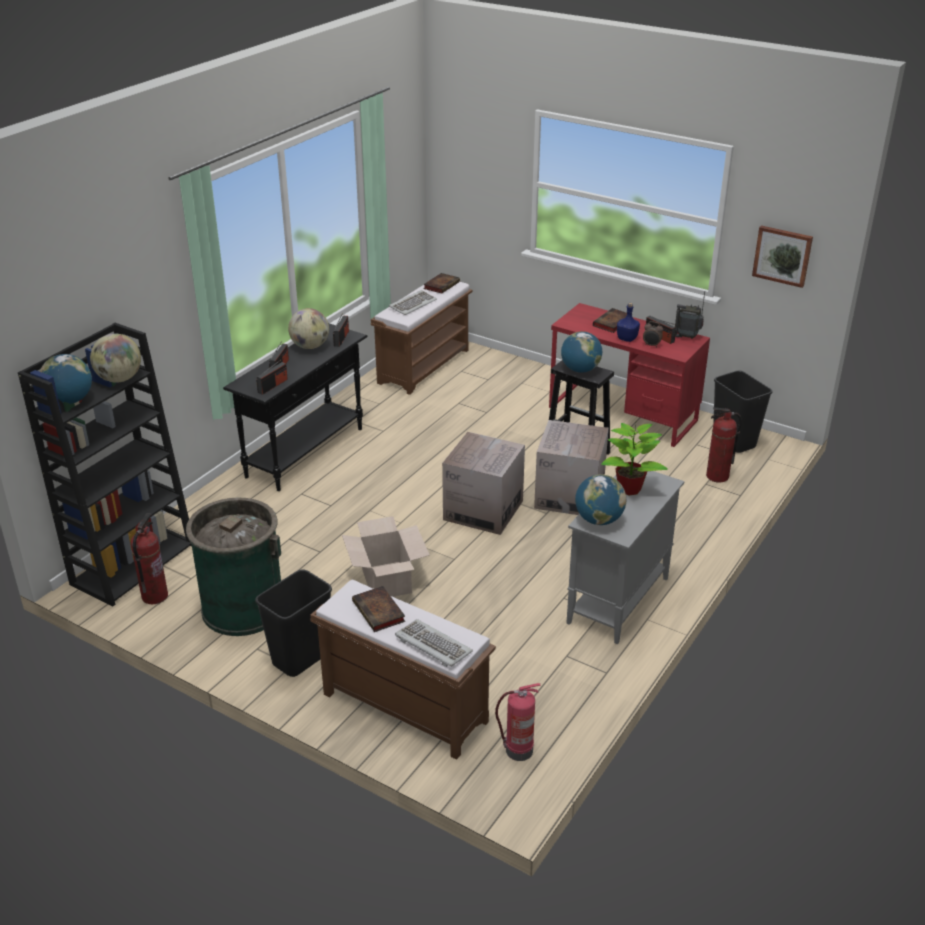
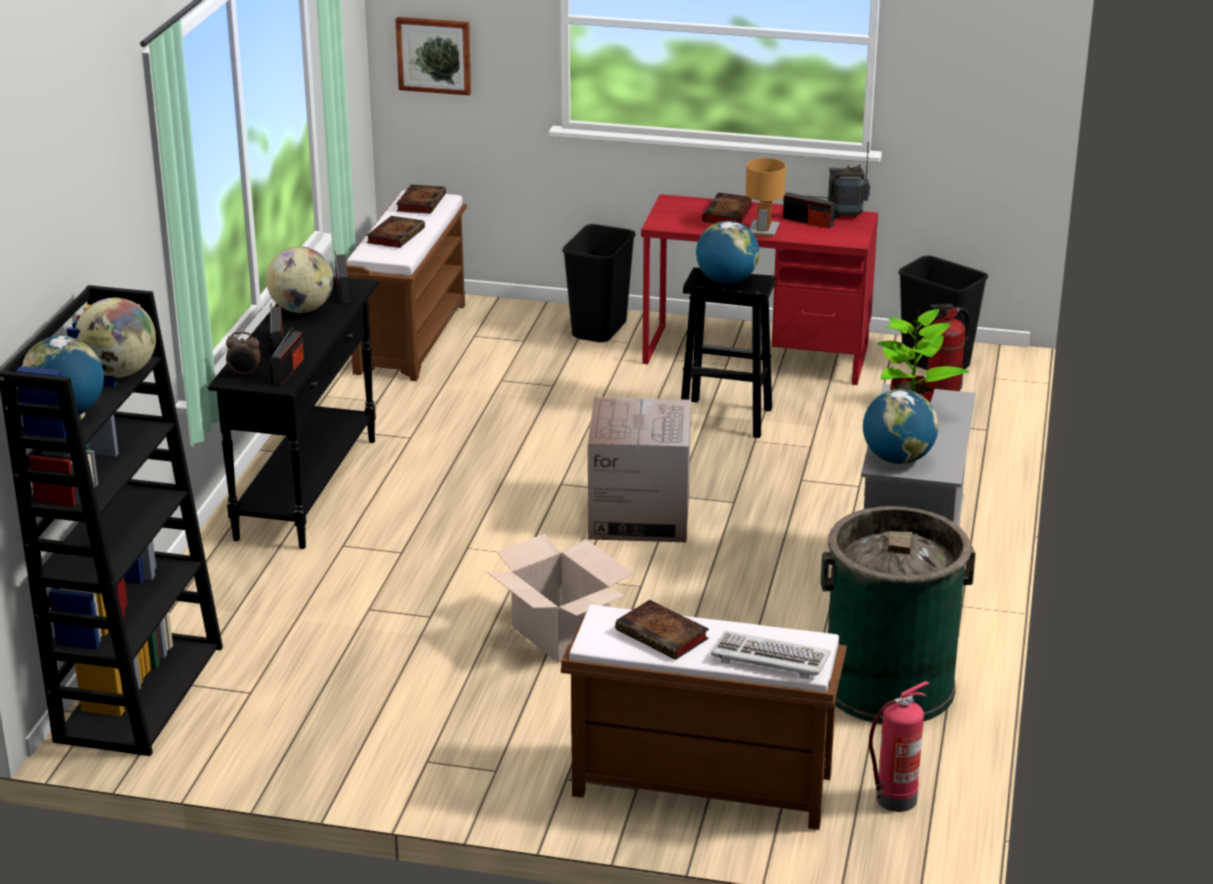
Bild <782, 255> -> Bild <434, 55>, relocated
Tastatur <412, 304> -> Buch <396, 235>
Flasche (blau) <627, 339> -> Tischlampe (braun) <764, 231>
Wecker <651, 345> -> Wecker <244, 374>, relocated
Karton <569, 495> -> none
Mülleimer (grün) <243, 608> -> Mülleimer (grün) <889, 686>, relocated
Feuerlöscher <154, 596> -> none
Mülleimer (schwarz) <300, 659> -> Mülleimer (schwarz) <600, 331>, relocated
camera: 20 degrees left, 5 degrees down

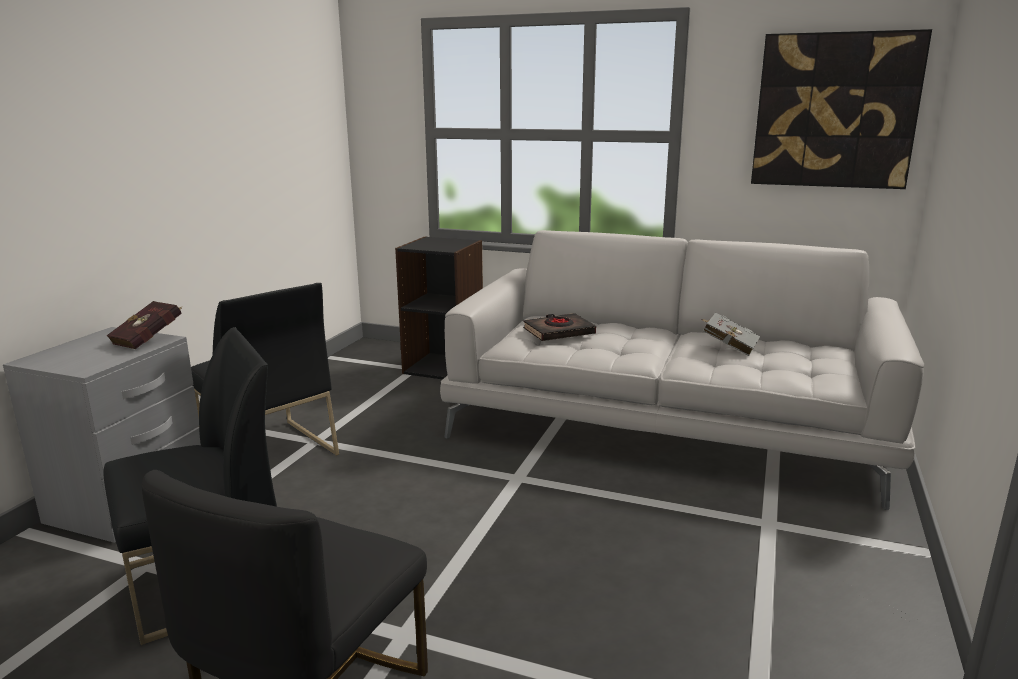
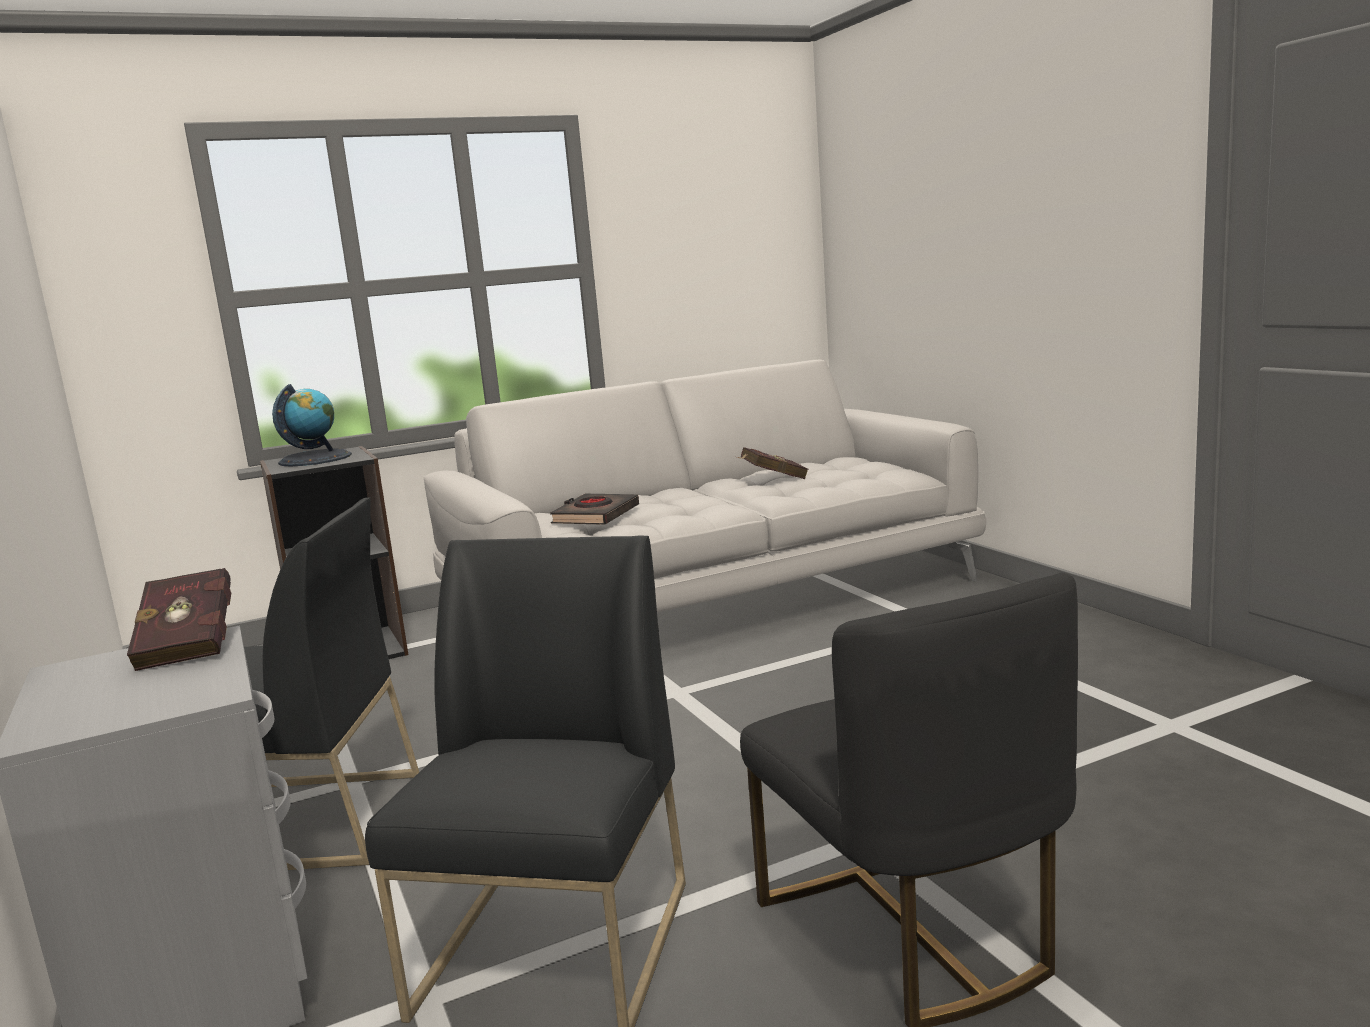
Bild <835, 111> -> none
Buch (grau) <727, 347> -> Buch (rot) <772, 479>
none -> Globus <315, 459>
camera: 45 degrees left, 5 degrees down

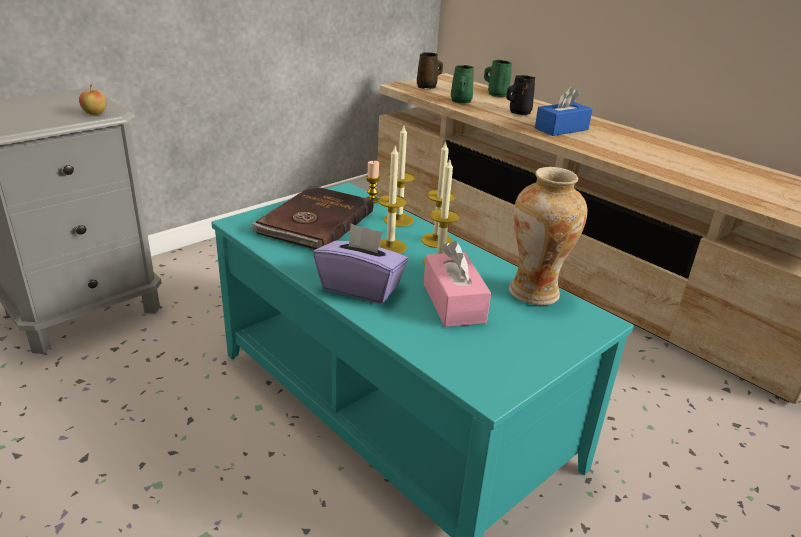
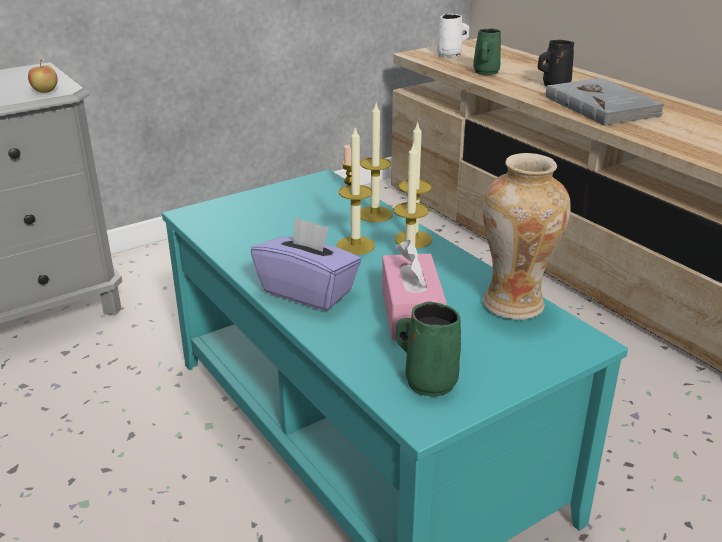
Henkelbecher (braun) <427, 86> -> Henkelbecher (weiß) <450, 55>
Henkelbecher (grün) <496, 94> -> Henkelbecher (grün) <428, 381>, relocated
Taschentuchbox (blau) <561, 129> -> Buch (grau) <602, 106>
Buch (braun) <314, 222> -> none
camera: 10 degrees right, 0 degrees up

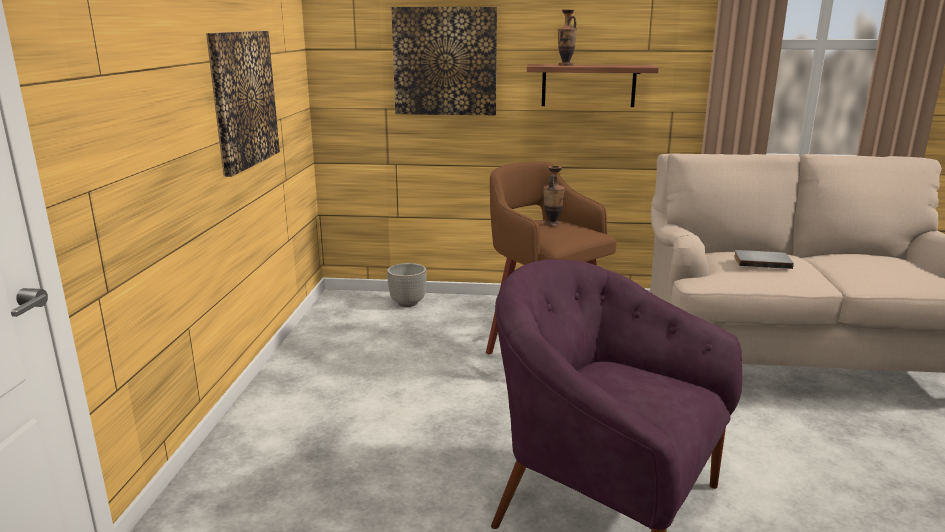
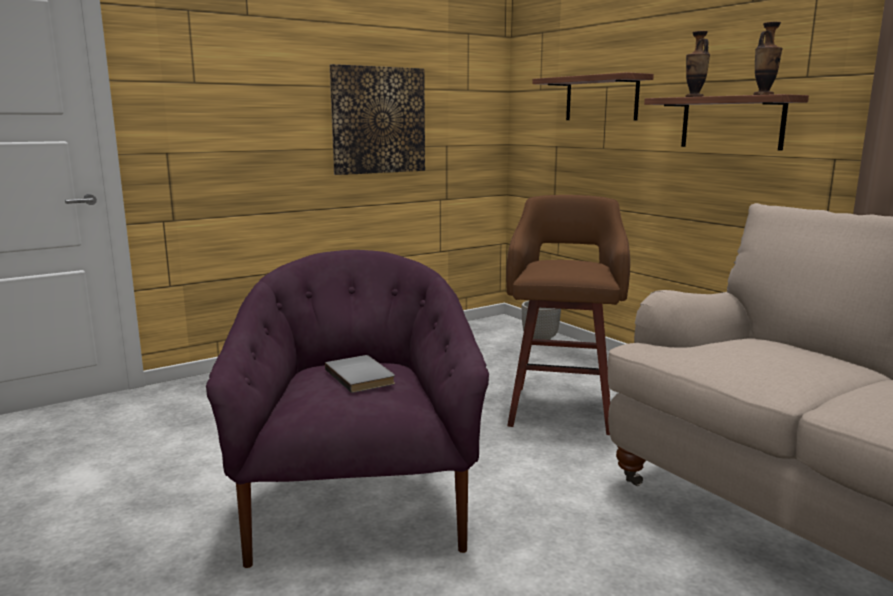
Bild <445, 61> -> Wandregal <601, 98>
Vase <552, 224> -> Vase <763, 95>, relocated
Buch (grau) <761, 261> -> Buch (grau) <362, 376>, relocated
camera: 50 degrees right, 5 degrees down

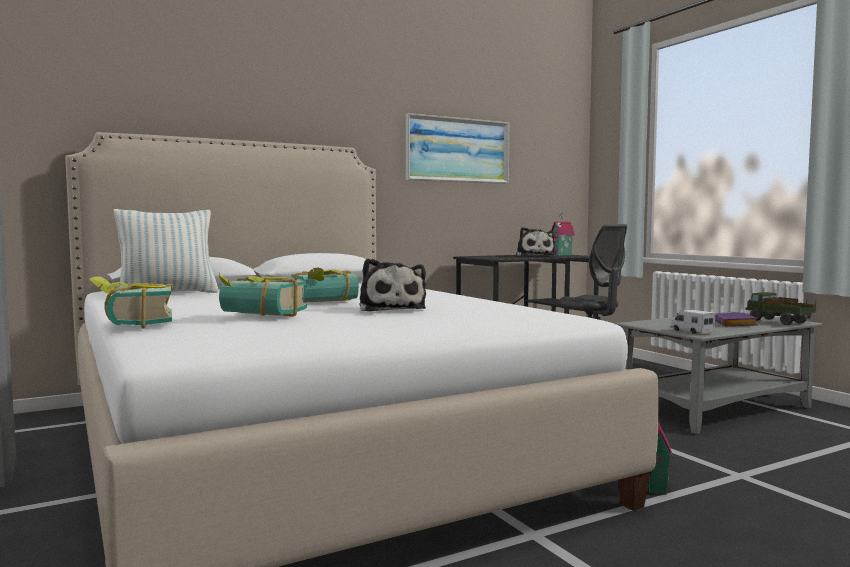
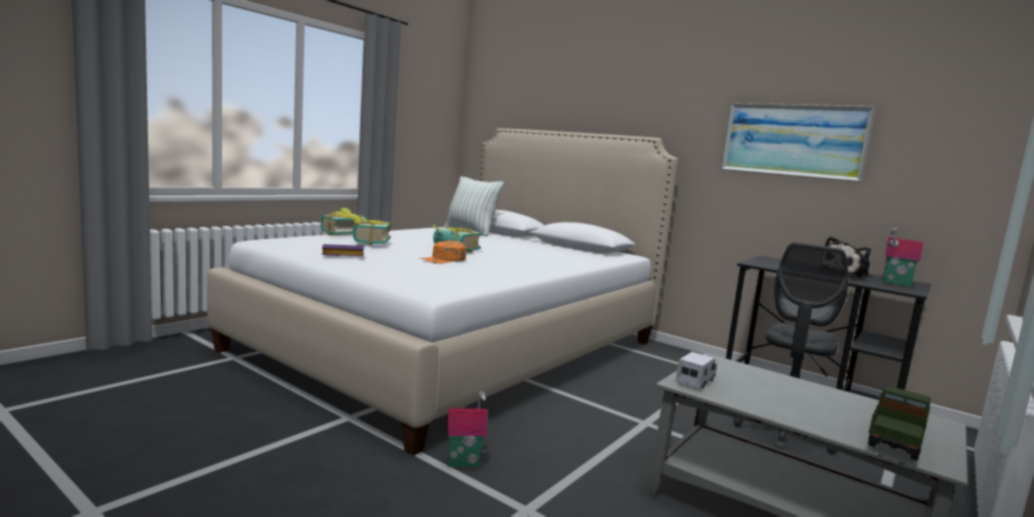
Plüschtier <391, 309> -> Kappe (orange) <443, 260>
Buch (lila) <736, 324> -> Buch (lila) <341, 255>, relocated
camera: 65 degrees right, 5 degrees up

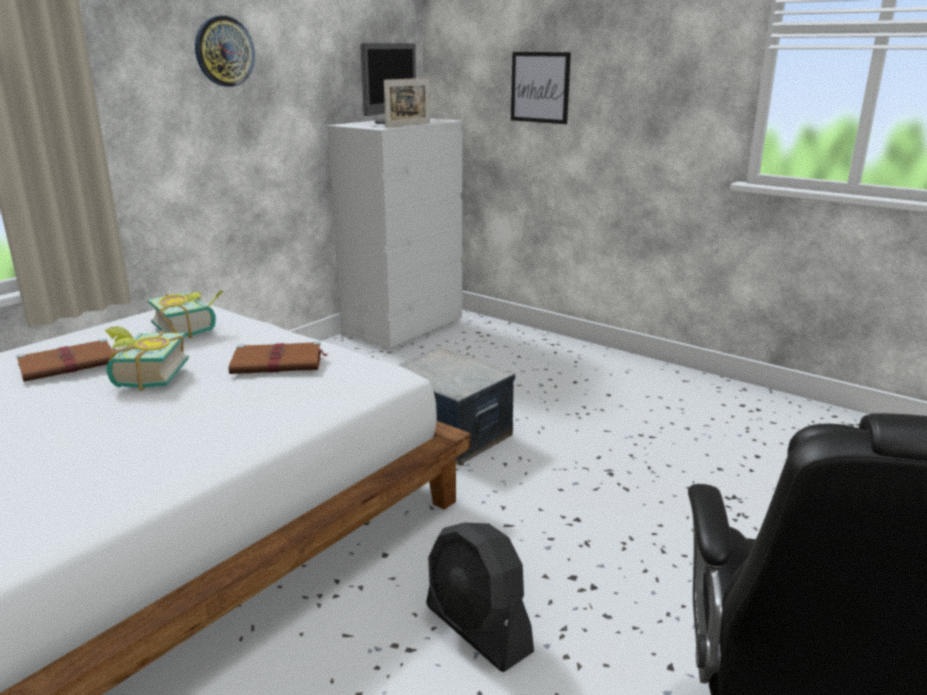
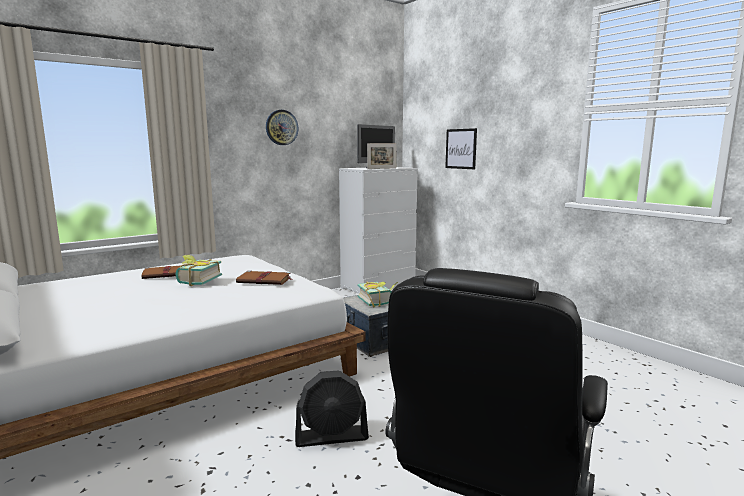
Buch <191, 328> -> Buch <378, 301>, relocated
Ventilator (schwarz) <477, 629> -> Ventilator (schwarz) <331, 436>, 75 degrees counterclockwise
camera: 15 degrees right, 10 degrees down

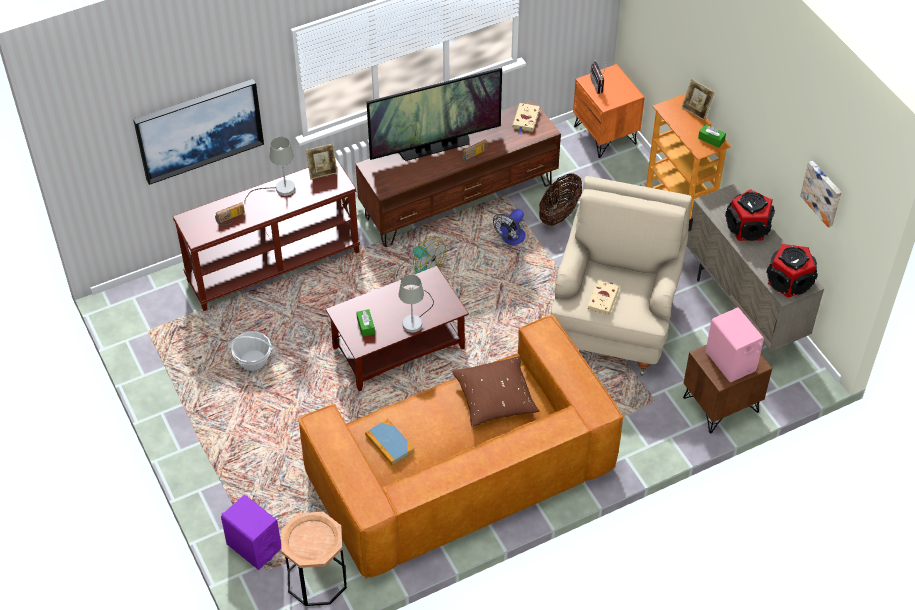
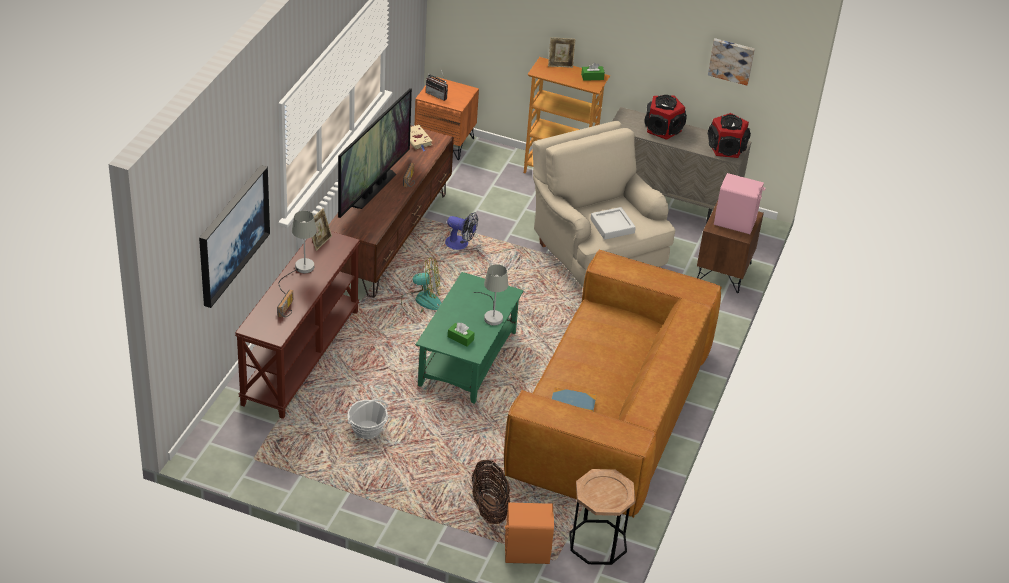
Korb <559, 213> -> Korb <489, 507>, relocated
Ventilator <511, 239> -> Ventilator <460, 244>, 60 degrees counterclockwise
Couchtisch (braun) <397, 348> -> Couchtisch (grün) <467, 359>
Buch (beige) <603, 298> -> Tablett (grau) <612, 226>
Kissen (braun) <495, 398> -> none
Lautsprecher (lila) <254, 546> -> Lautsprecher (orange) <526, 551>
camera: 45 degrees left, 10 degrees down

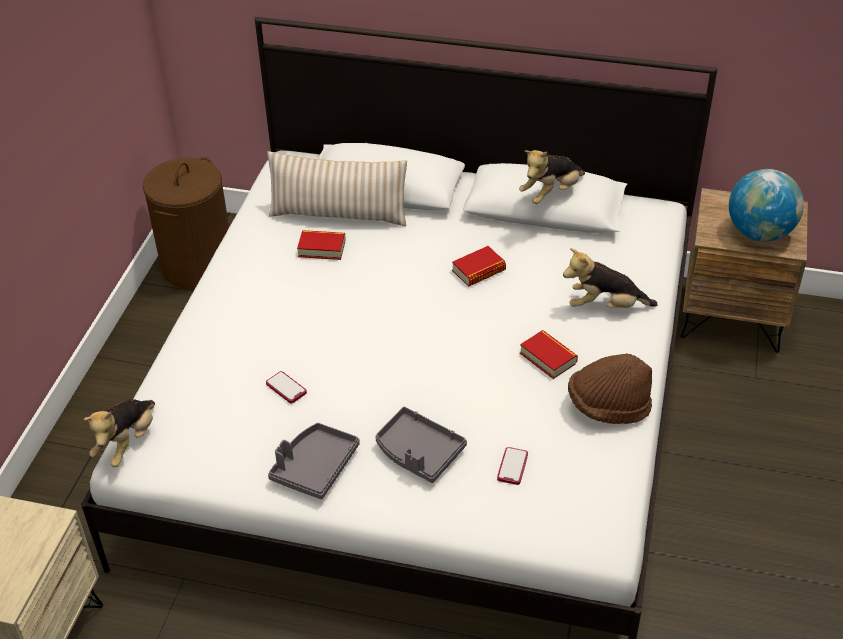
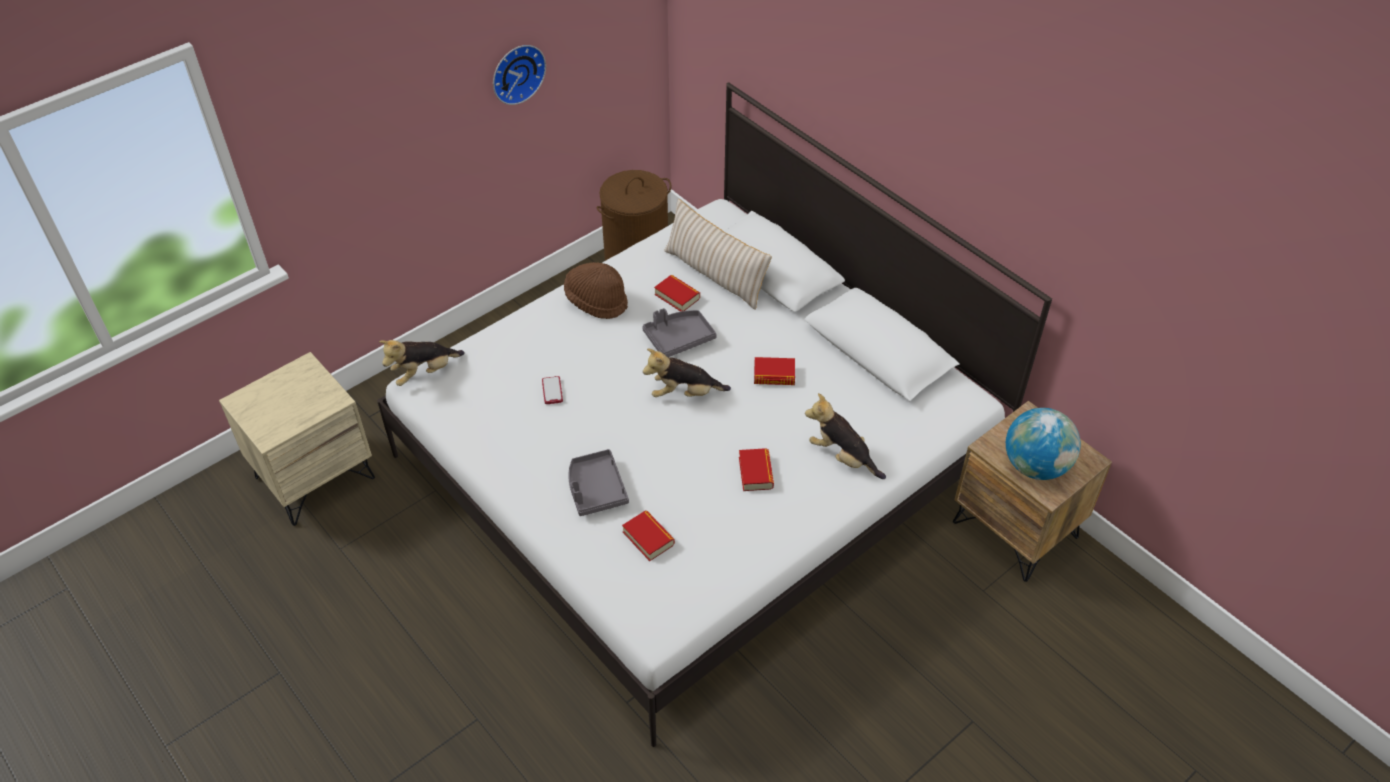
Plüschtier <551, 193> -> Plüschtier <684, 393>, relocated
Hut (braun) <608, 406> -> Hut (braun) <596, 301>, relocated
Tablett (grau) <315, 467> -> Tablett (grau) <678, 338>, relocated
Handy <512, 467> -> Buch <648, 538>
none -> Wanduhr <516, 72>
camera: 35 degrees right, 5 degrees up

